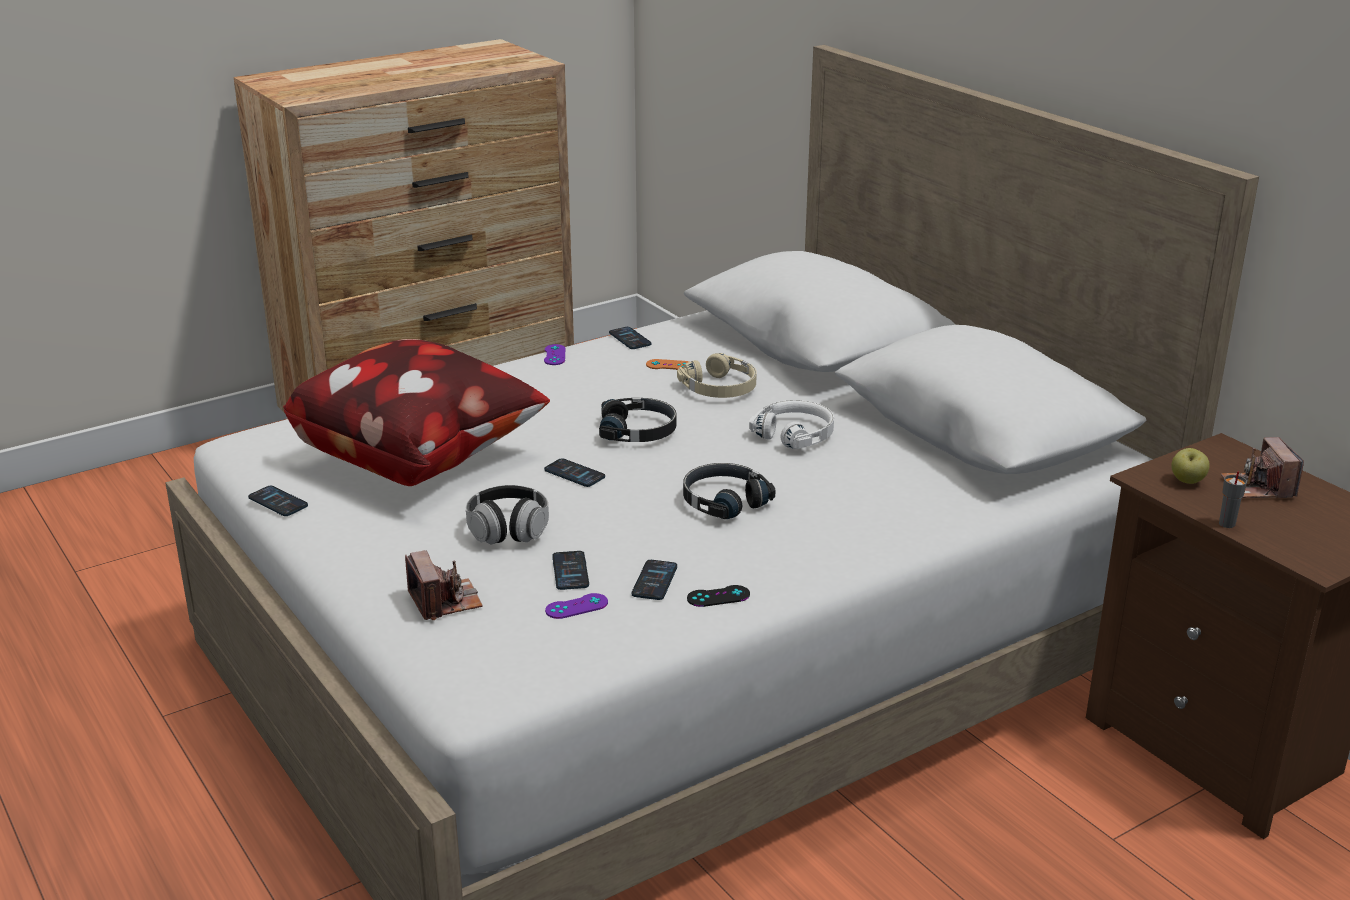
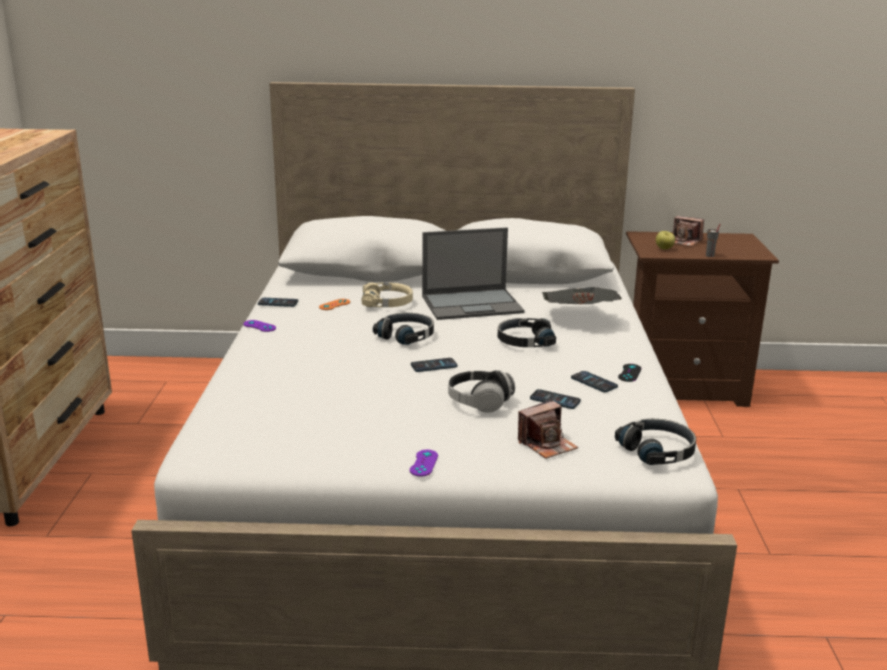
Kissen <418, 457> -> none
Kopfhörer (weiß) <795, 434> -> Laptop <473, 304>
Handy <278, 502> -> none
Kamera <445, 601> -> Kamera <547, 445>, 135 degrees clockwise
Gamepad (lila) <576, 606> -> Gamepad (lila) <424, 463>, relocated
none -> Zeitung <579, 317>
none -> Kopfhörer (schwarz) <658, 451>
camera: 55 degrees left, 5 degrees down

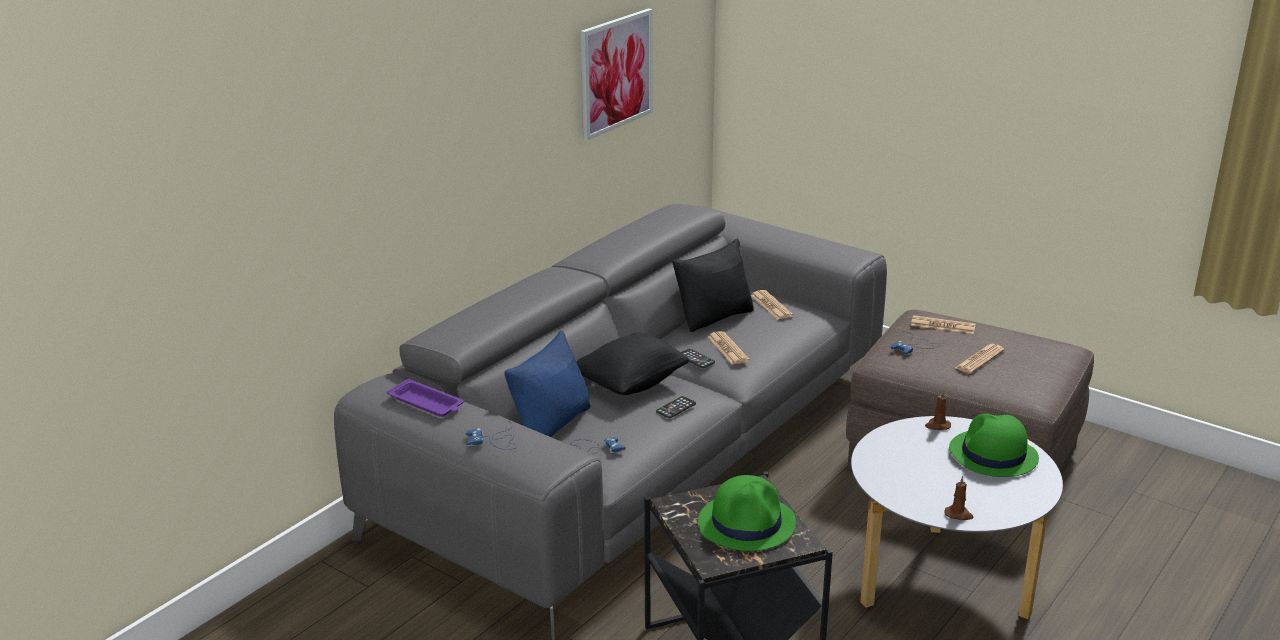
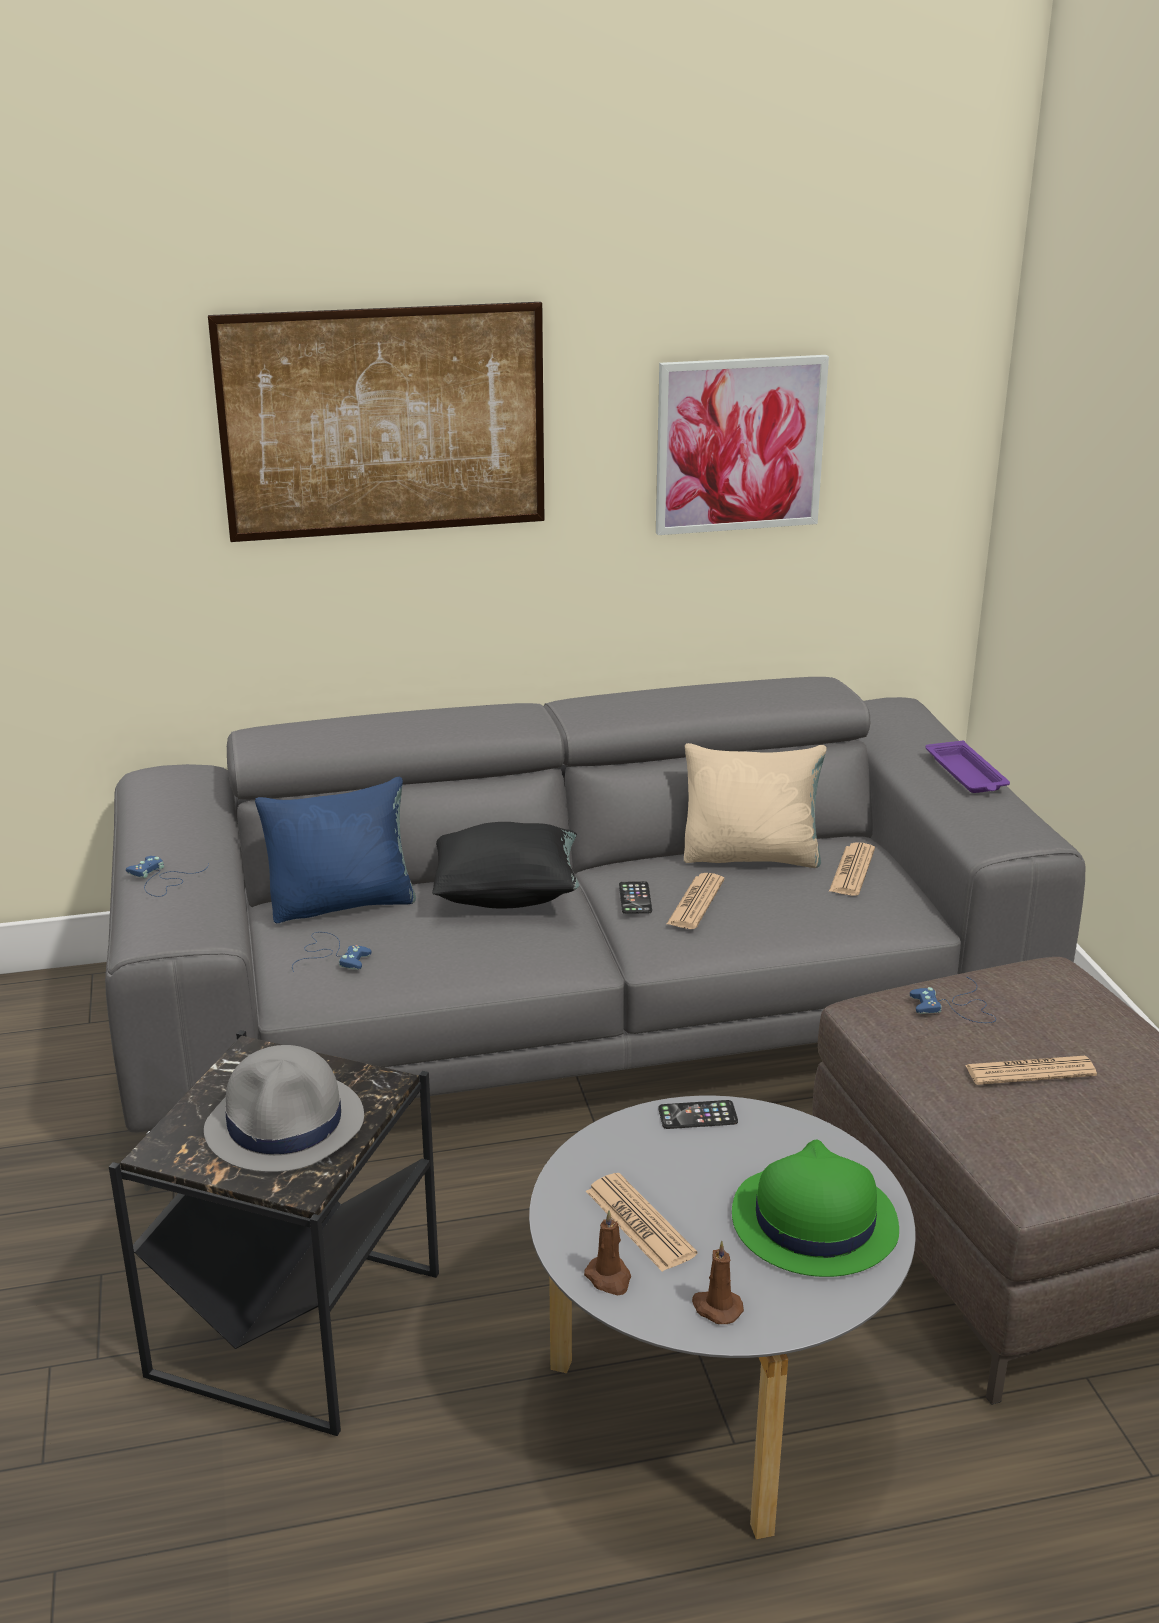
Kissen (schwarz) <715, 317> -> Kissen (beige) <751, 856>
Zeitung <943, 326> -> Zeitung <640, 1223>, relocated
Tablett (lila) <427, 403> -> Tablett (lila) <966, 774>, relocated
Kerze (braun) <937, 425> -> Kerze (braun) <716, 1307>, relocated
Handy <676, 408> -> Handy <697, 1115>, relocated
Hut (grün) <747, 523> -> Hut (grau) <286, 1124>
none -> Bild <384, 422>
camera: 40 degrees right, 0 degrees up

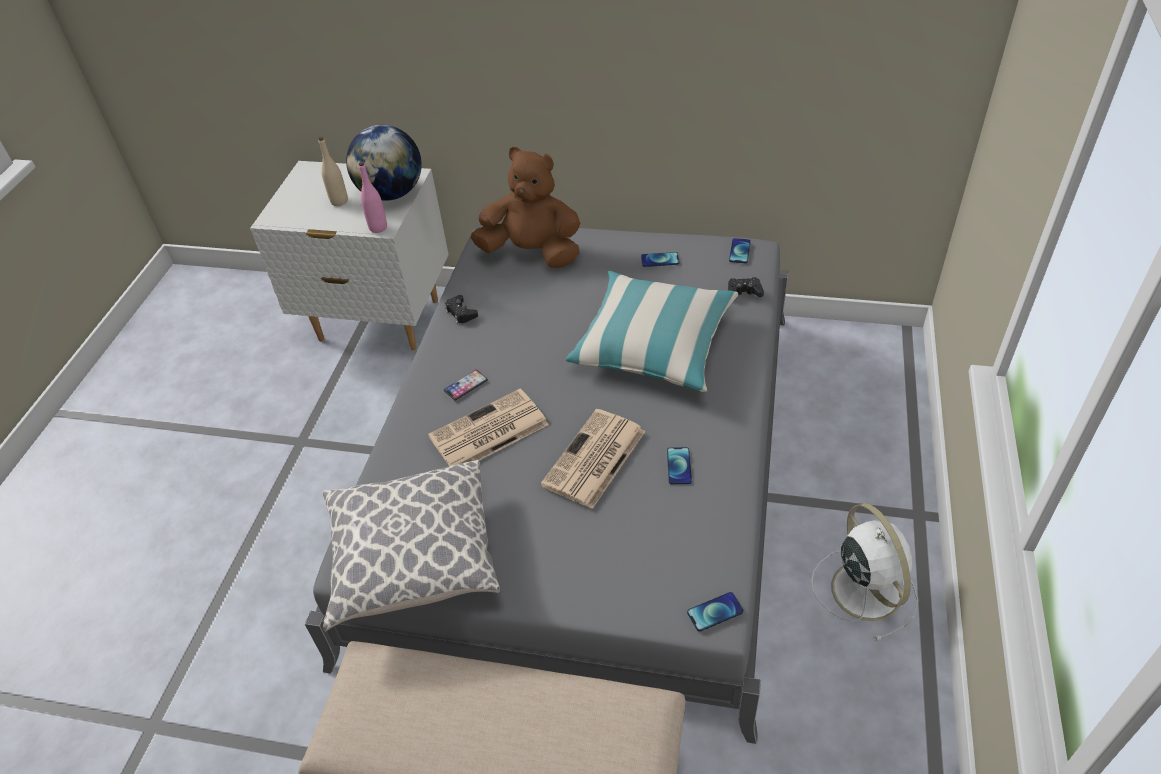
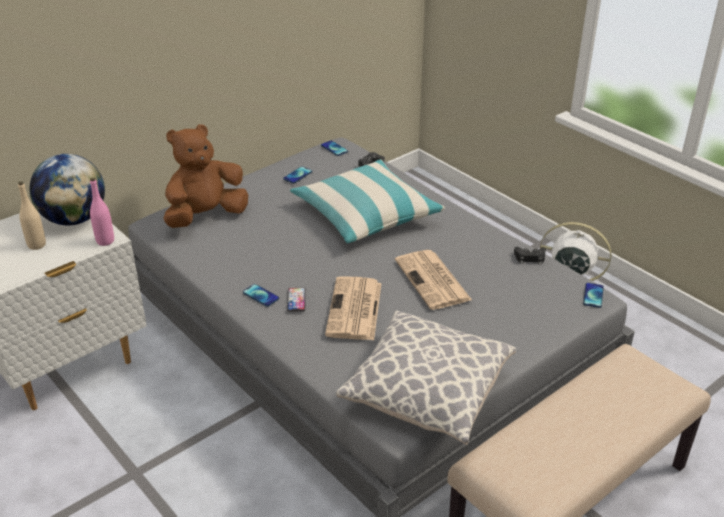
Gamepad (schwarz) <461, 313> -> Gamepad (schwarz) <530, 258>, relocated
Handy <679, 466> -> Handy <261, 296>, relocated
camera: 55 degrees left, 10 degrees down

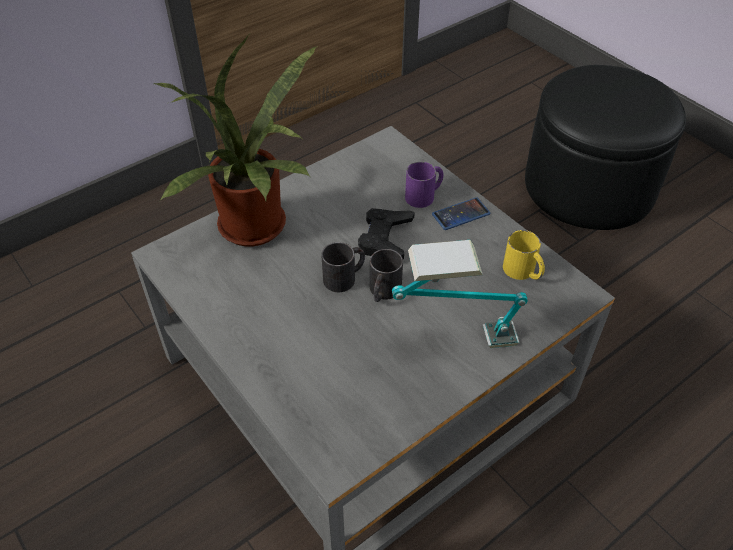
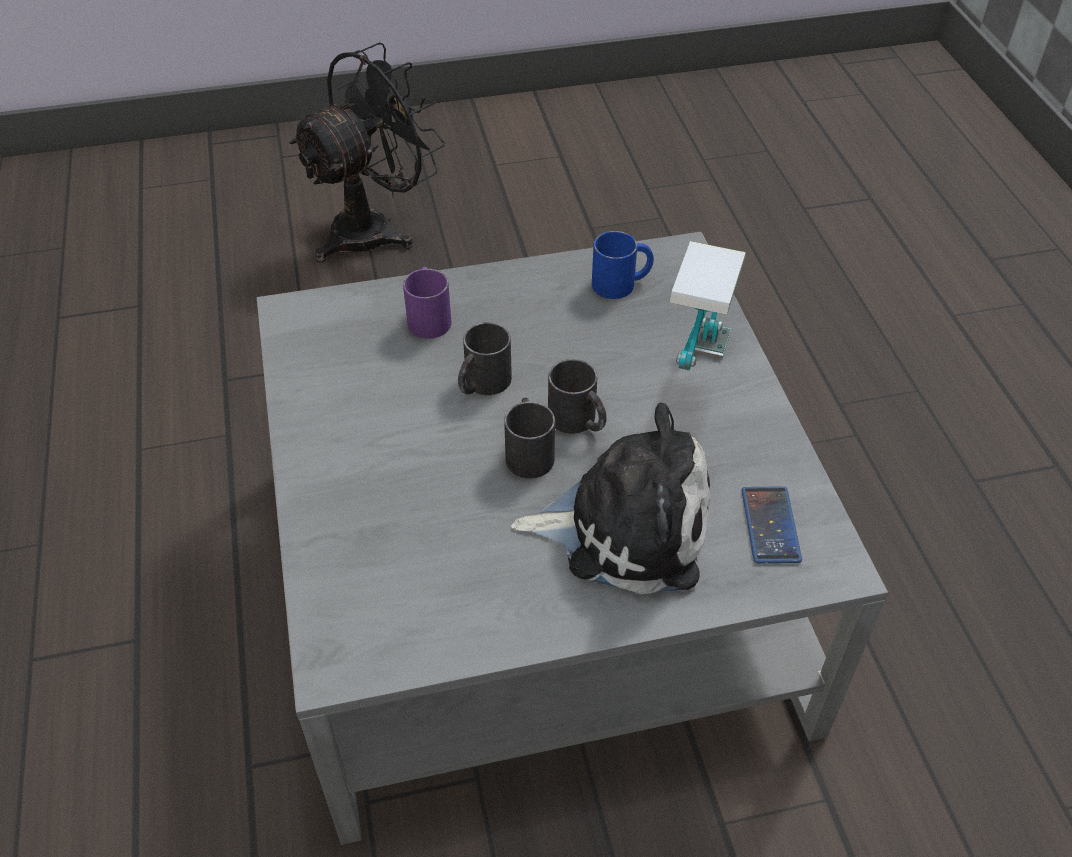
Topfpflanze <257, 230> -> none
Polsterhocker (schwarz) <588, 186> -> Ventilator (schwarz) <375, 229>
Handy <460, 214> -> Handy <770, 525>, relocated
Gamepad (schwarz) <385, 238> -> Henkelbecher (schwarz) <482, 384>
Henkelbecher (gelb) <523, 272> -> Henkelbecher (blau) <621, 283>
none -> Plüschtier <626, 526>
camera: 65 degrees left, 0 degrees up

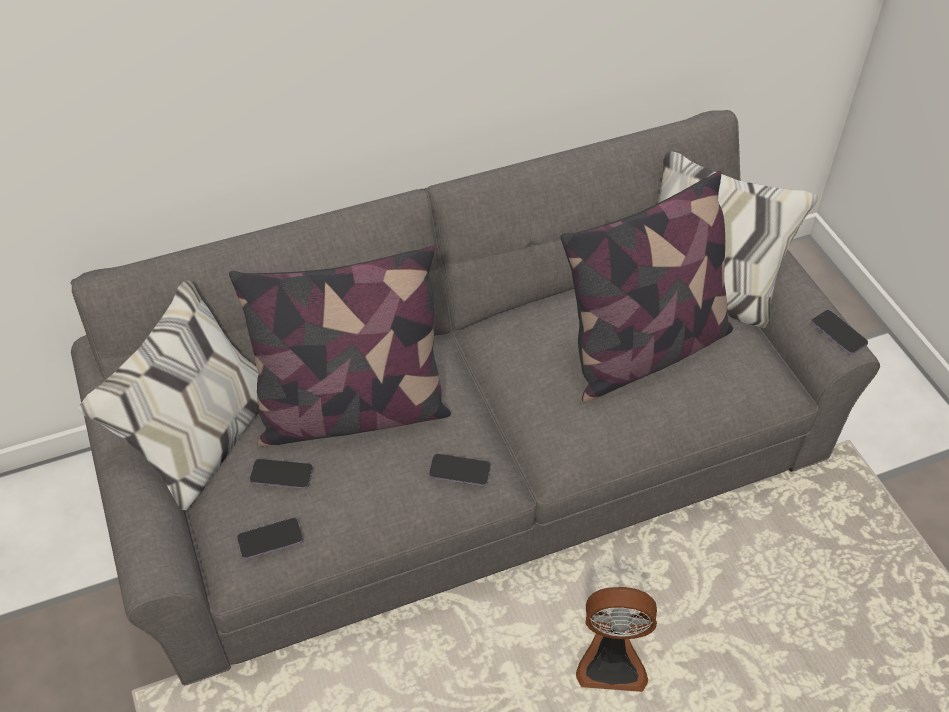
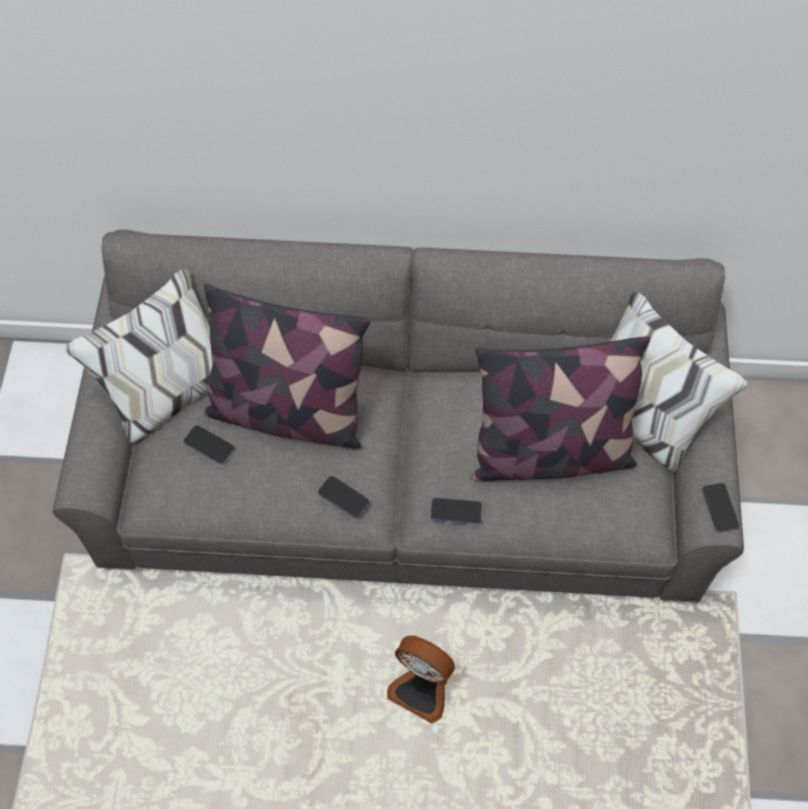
Handy <270, 540> -> Handy <456, 512>, relocated
camera: 25 degrees right, 10 degrees up

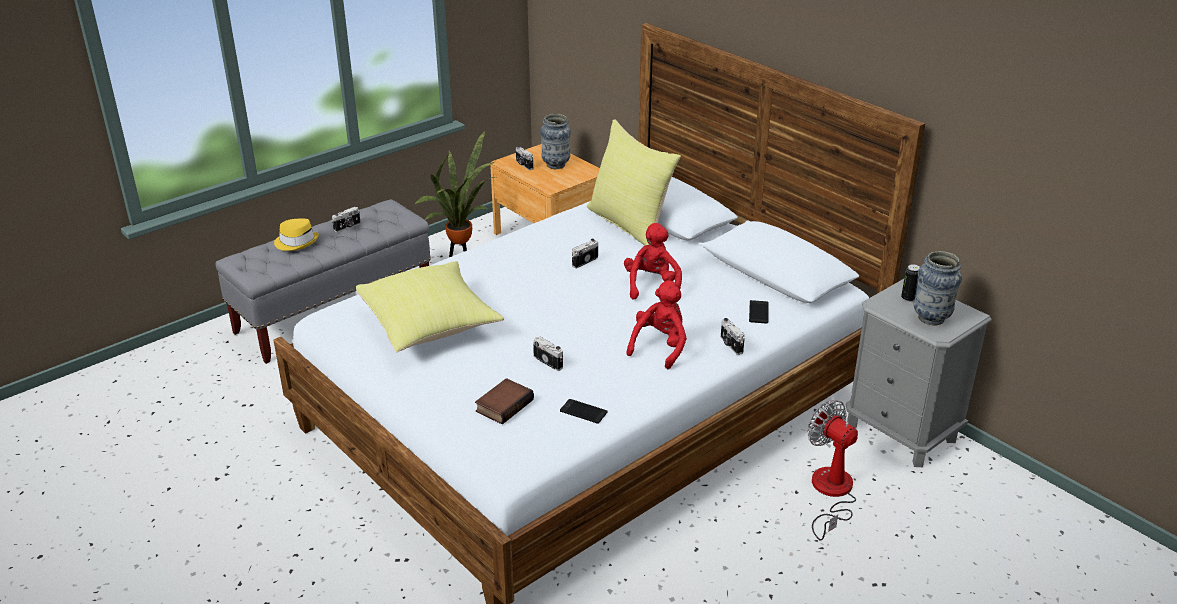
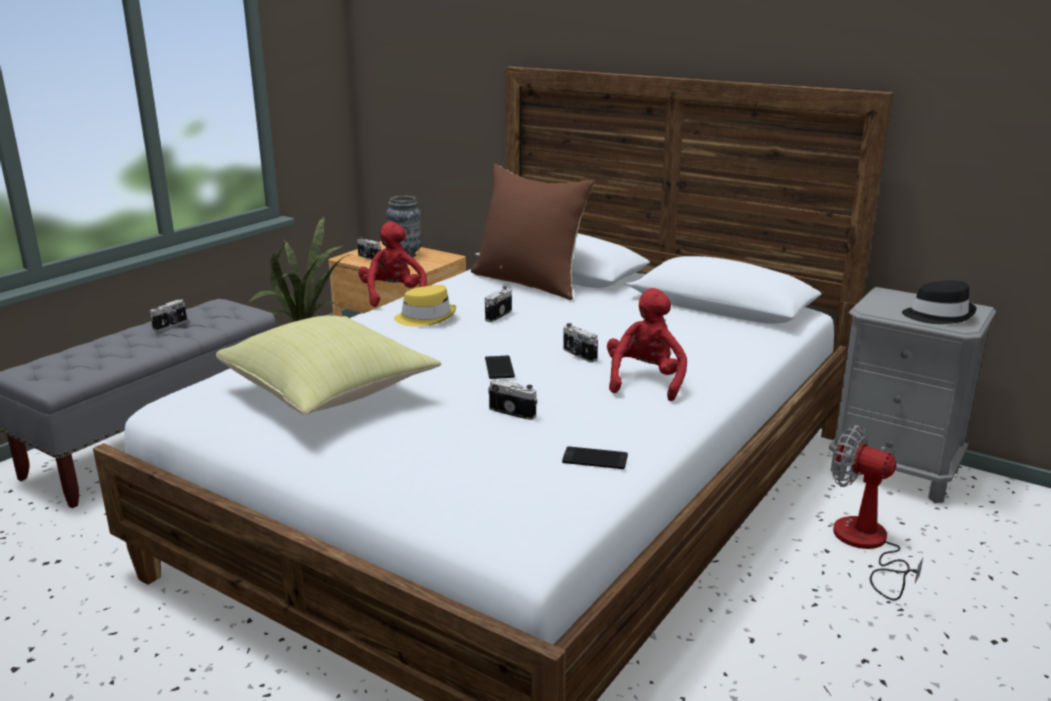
Kissen (gelb) <631, 225> -> Kissen (braun) <530, 282>
Hut (gelb) <296, 242> -> Hut (gelb) <426, 318>, relocated
Plüschtier (rot) <652, 286> -> Plüschtier (rot) <393, 296>, relocated
Vase <931, 318> -> Hut (schwarz) <938, 315>
Dose <908, 298> -> none
Handy <758, 312> -> Handy <499, 368>, relocated
Kamera <730, 345> -> Kamera <578, 355>, relocated
Buch <504, 405> -> none
camera: 15 degrees left, 10 degrees down

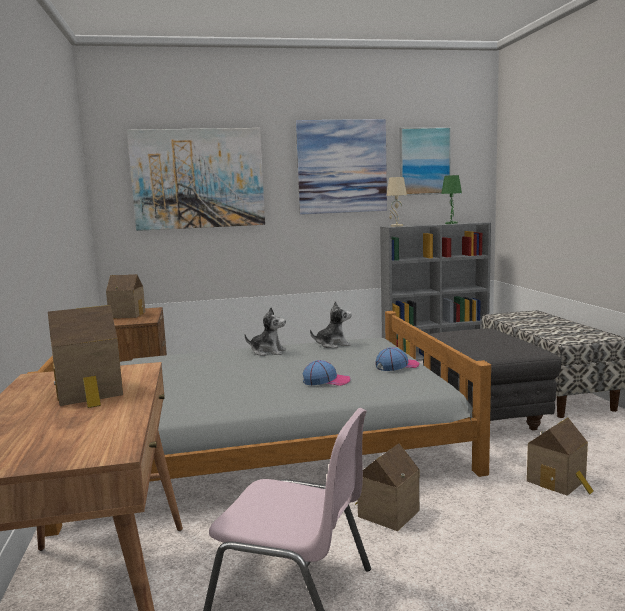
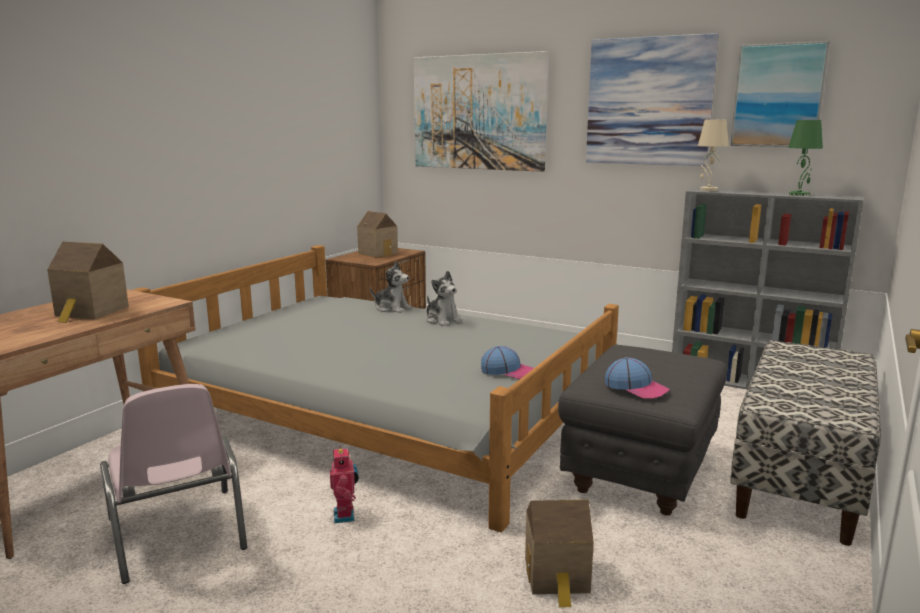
Plüschtier <333, 345> -> Plüschtier <391, 308>, relocated
Kappe <326, 381> -> Kappe <636, 387>, relocated
Spielzeughaus <386, 513> -> Spielzeugroboter <346, 515>
camera: 40 degrees right, 5 degrees up

